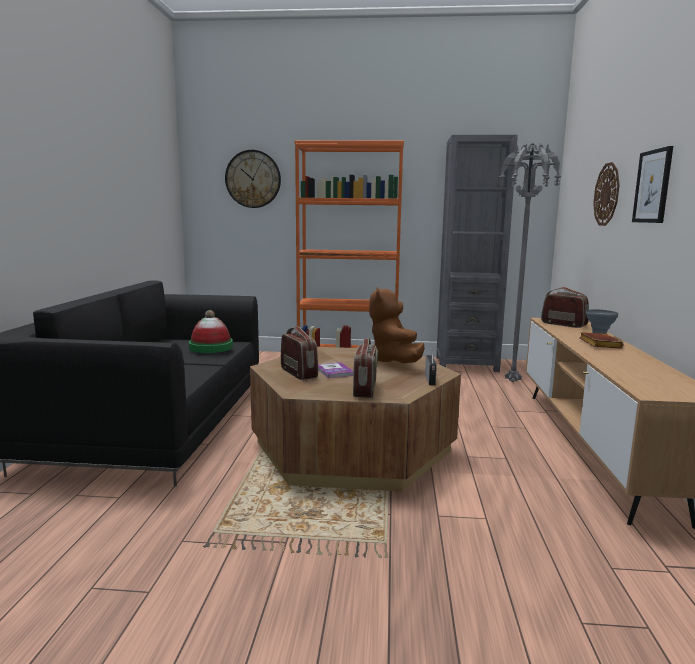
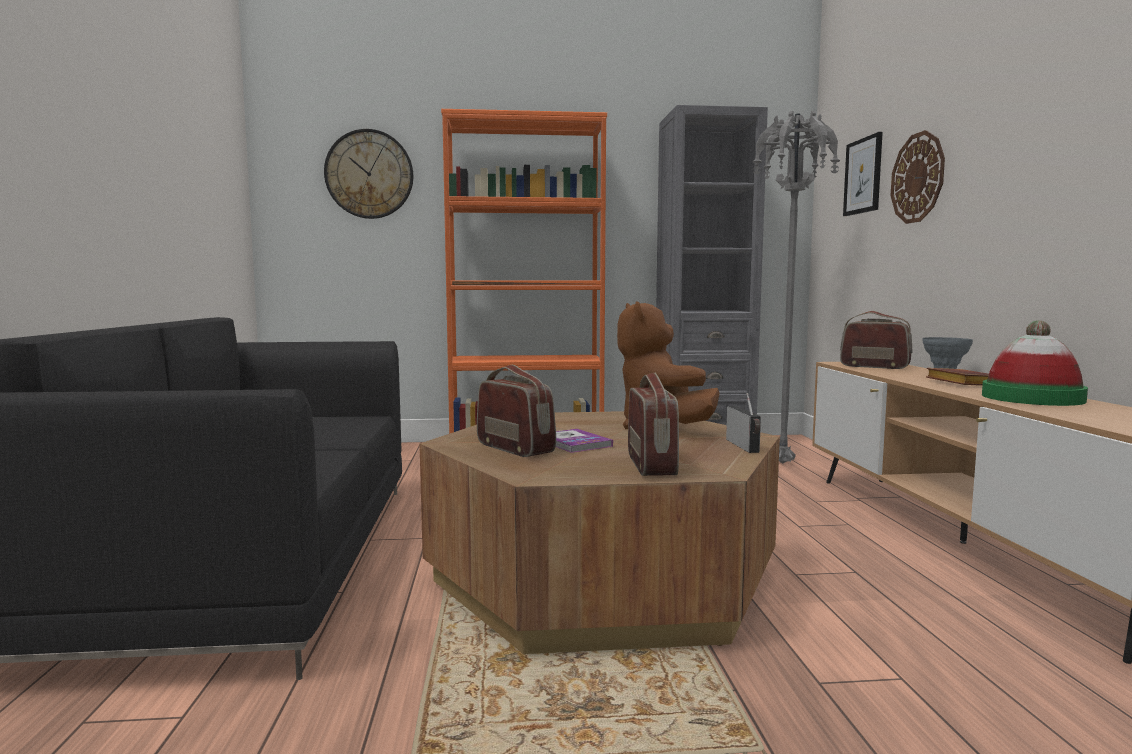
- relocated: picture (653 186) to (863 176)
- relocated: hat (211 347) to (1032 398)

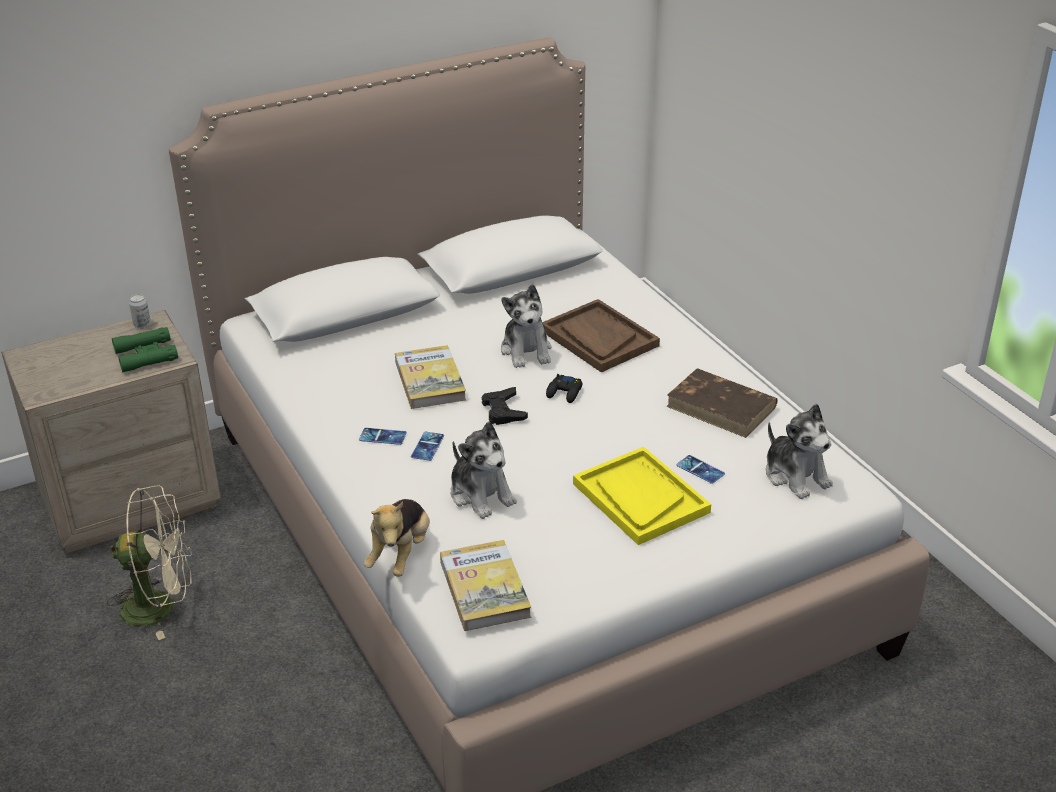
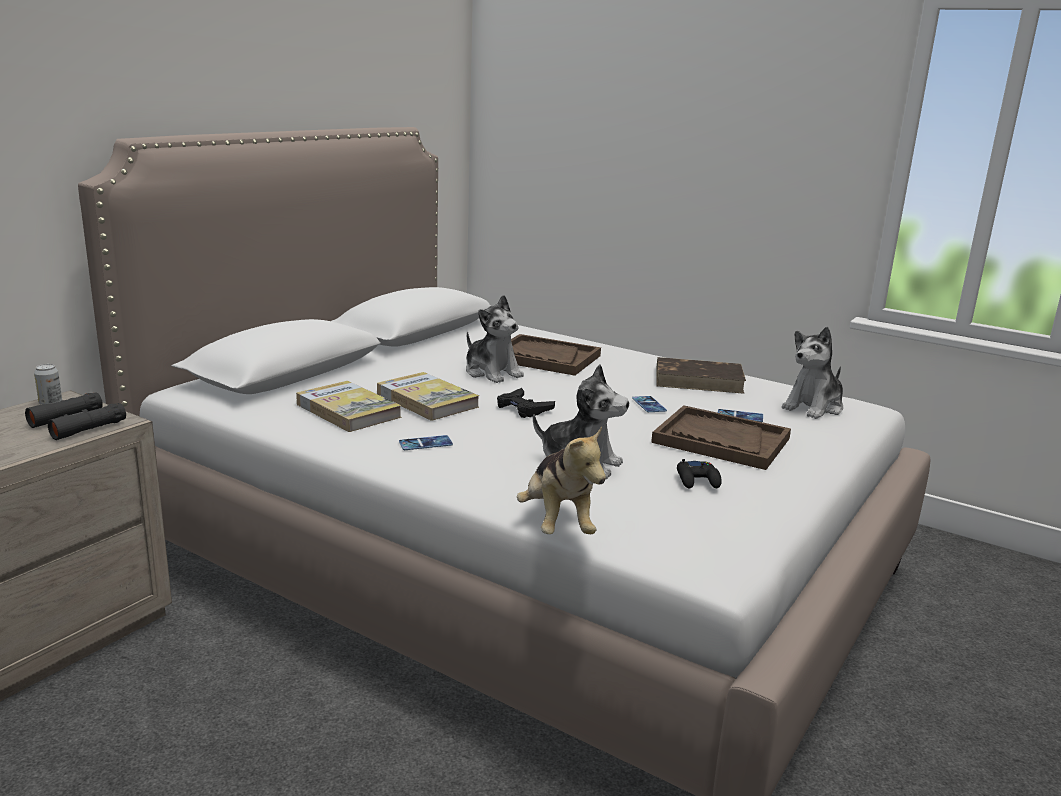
- colour: binoculars (green) (146 355) to binoculars (black) (77 424)
- relocated: book (484 589) to (348 411)
- relocated: phone (427 446) to (649 404)
- colour: tray (yellow) (640 498) to tray (brown) (720 440)
- relocated: game controller (black) (564 392) to (698 480)
- spun: plush toy (796 476) = (814 407) 105 degrees clockwise
- missing: fan (beige) (160 606)

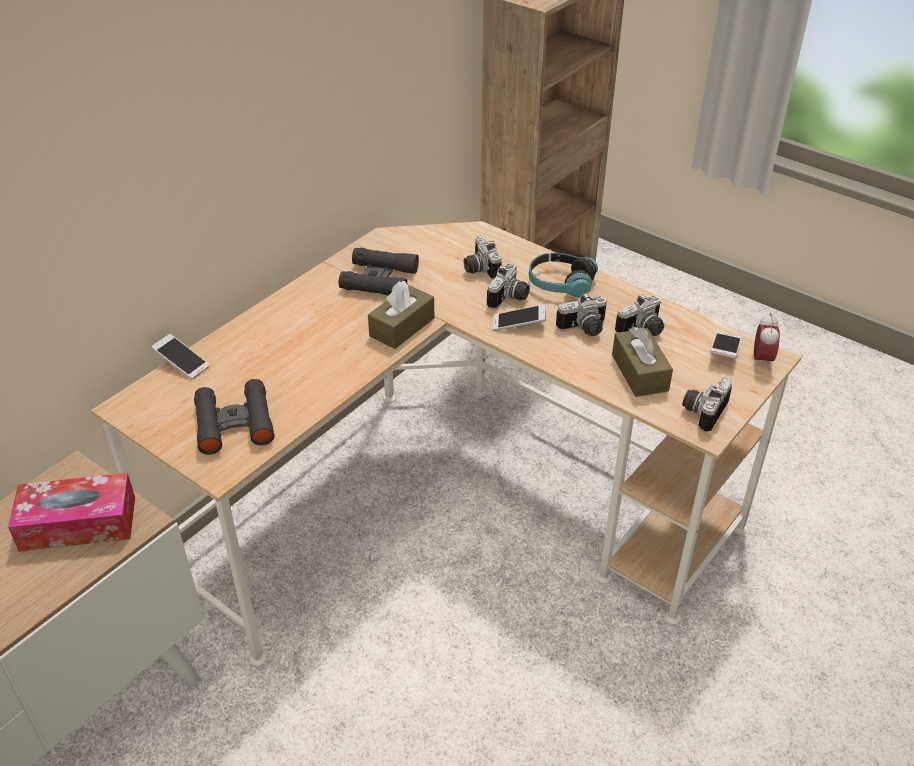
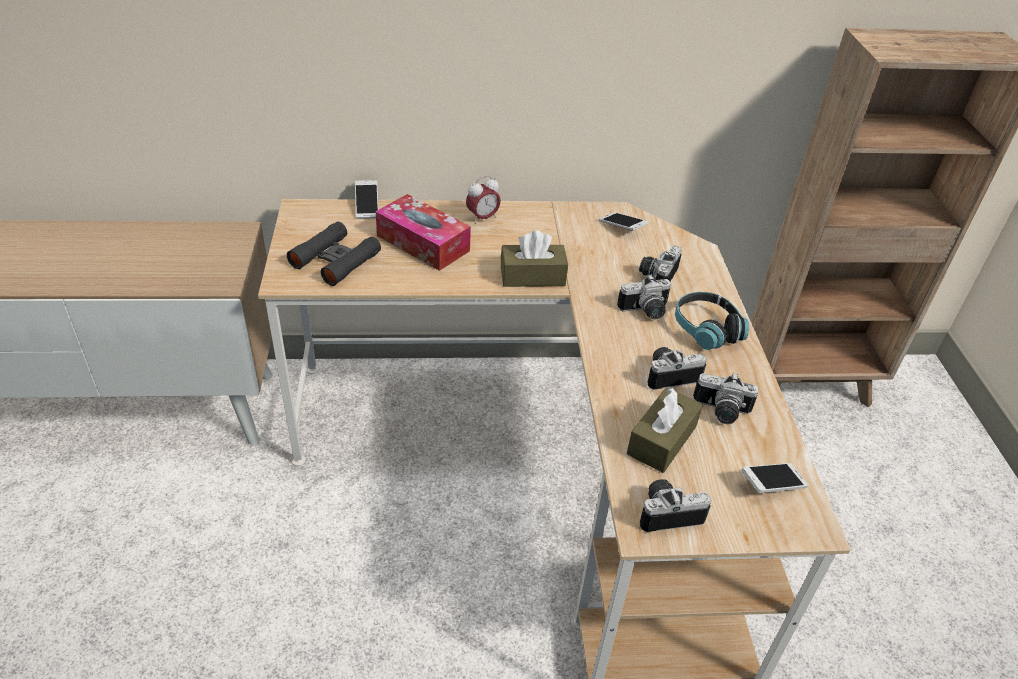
- relocated: tissue box (78 523) to (423 243)
- relocated: alarm clock (761 360) to (482 218)
- relocated: phone (519 324) to (622 227)
- spun: photo camera (584 329) = (669 374) 135 degrees clockwise
- missing: binoculars (black) (379 279)

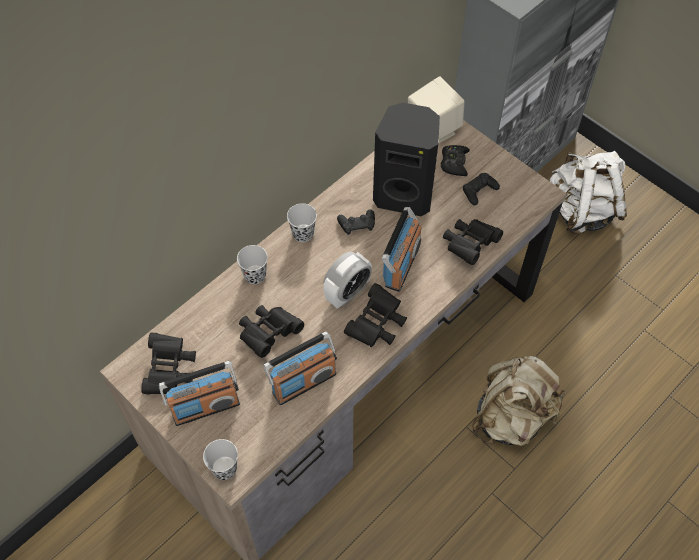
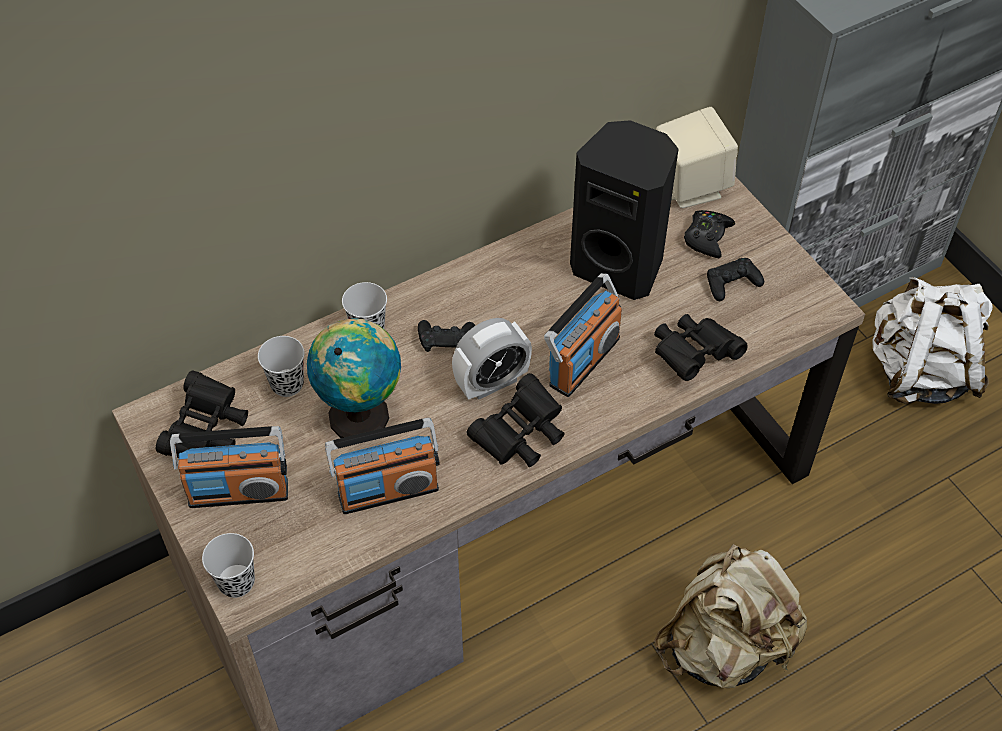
- relocated: cup (black) (303 234) to (287 384)
- exchanged: binoculars (black) (269 333) to globe (361 413)
- relocated: game controller (black) (357 224) to (446 340)

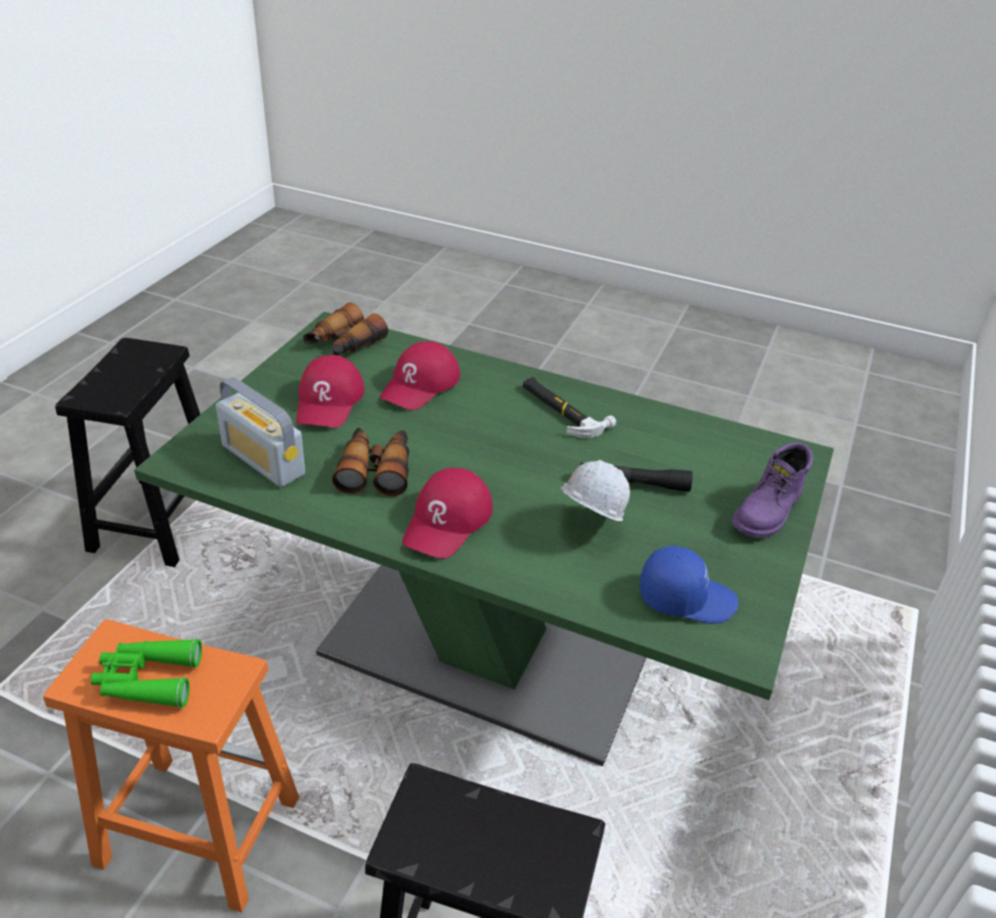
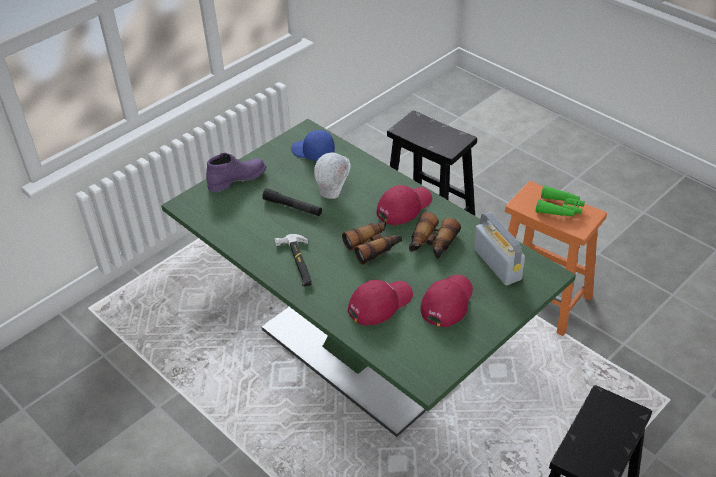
- relocated: binoculars (343 344) to (373 246)

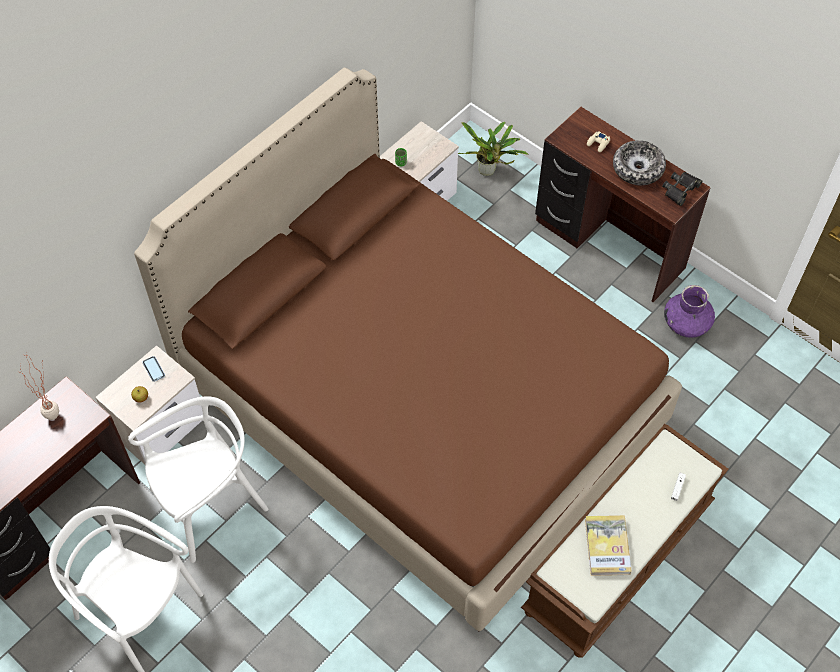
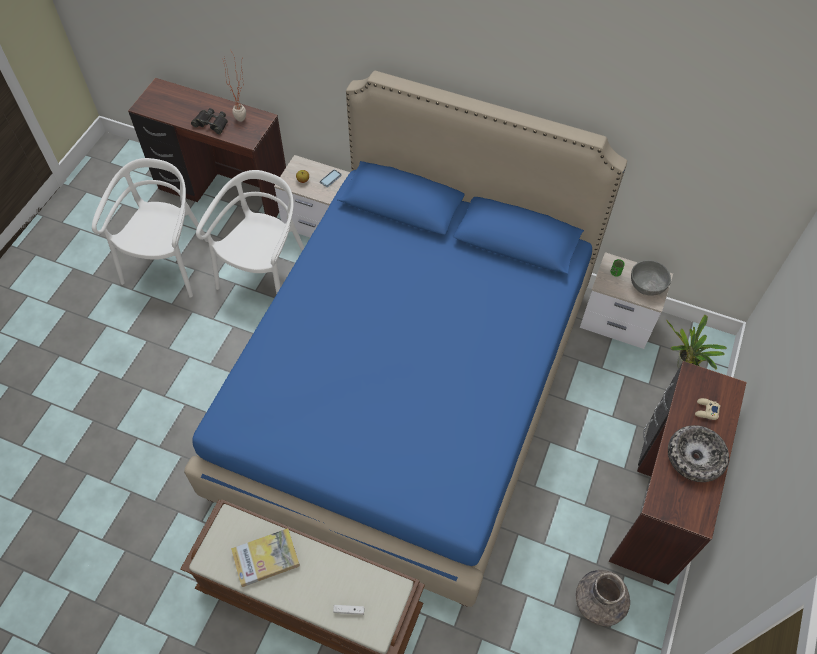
- colour: bed (brown) (419 404) to bed (blue) (407 388)
- relocated: binoculars (black) (680 190) to (211 124)
- spun: chair (white) (209 504) = (265 275) 105 degrees counterclockwise
- colour: vase (purple) (686 323) to vase (grey) (599 602)
- appeared: bowl (grey) (647 284)

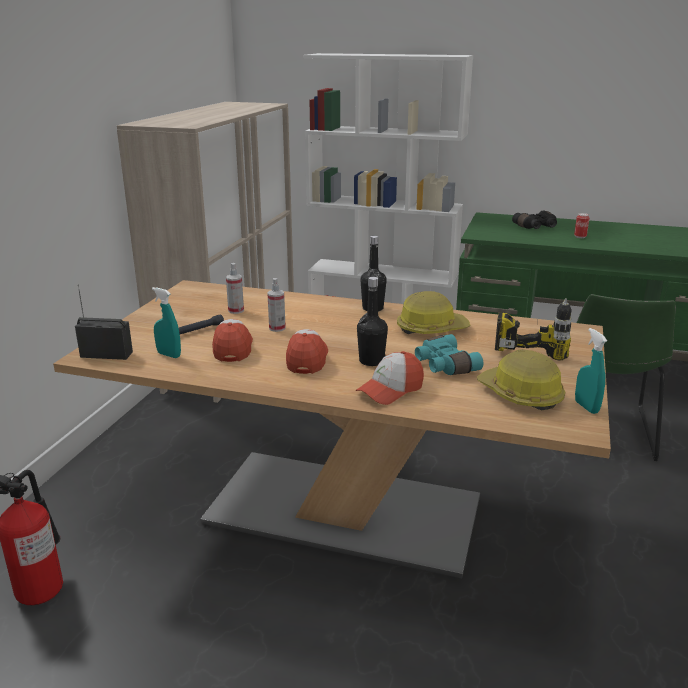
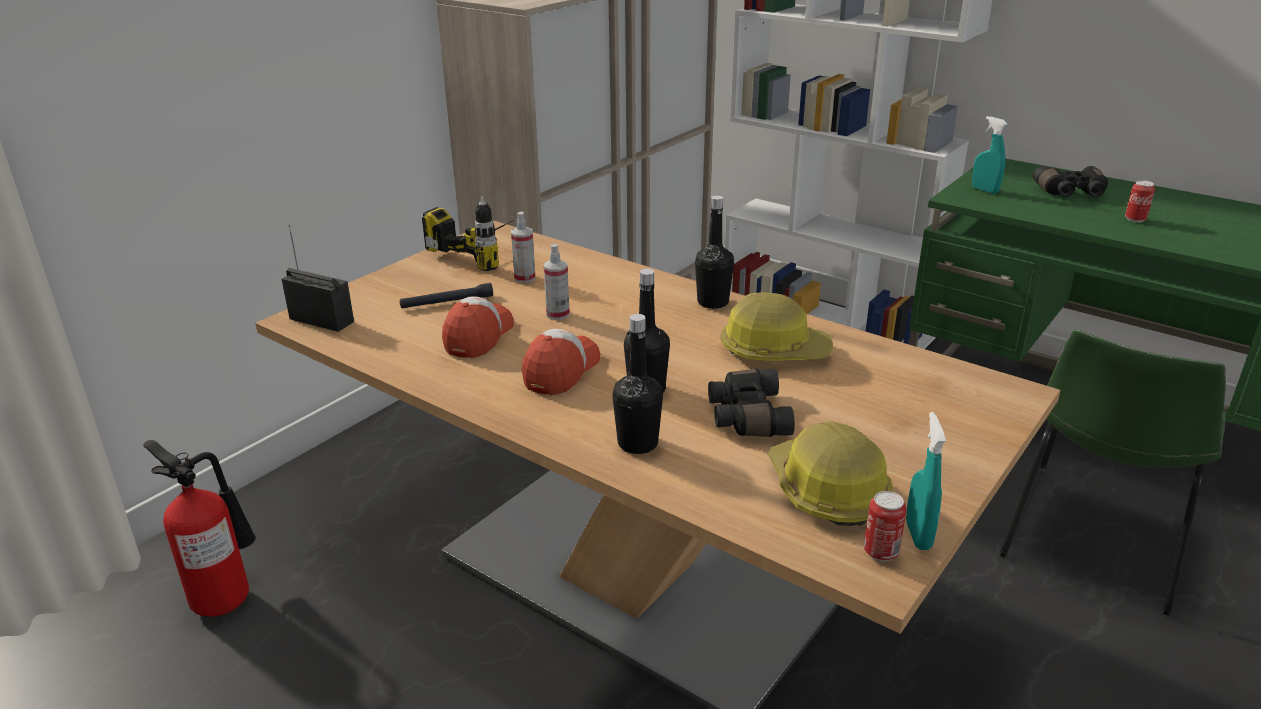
- relocated: power drill (531 345) to (484 252)
- exchanged: cap (390 390) to bottle (black) (637 443)
- colour: binoculars (turquoise) (444 365) to binoculars (black) (746 417)
- appeared: can (880 552)
- relocated: spray bottle (turquoise) (169 355) to (984 190)

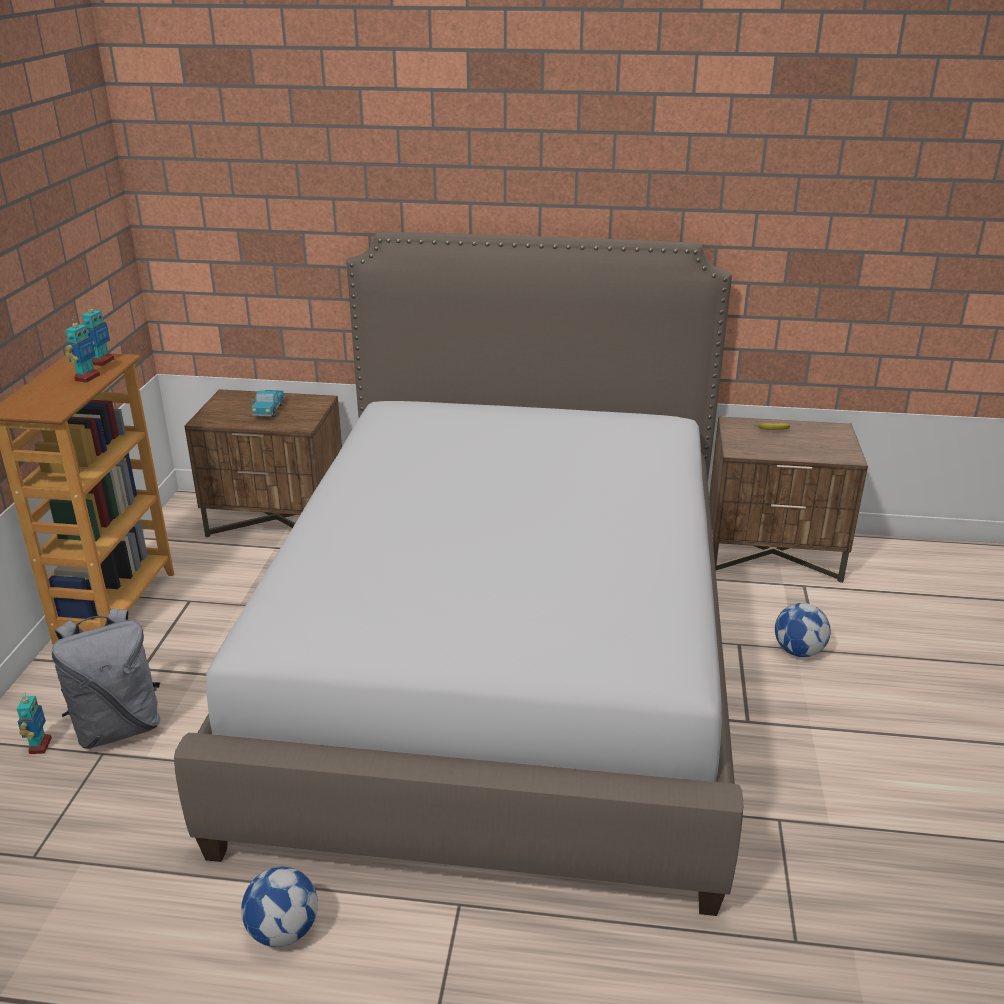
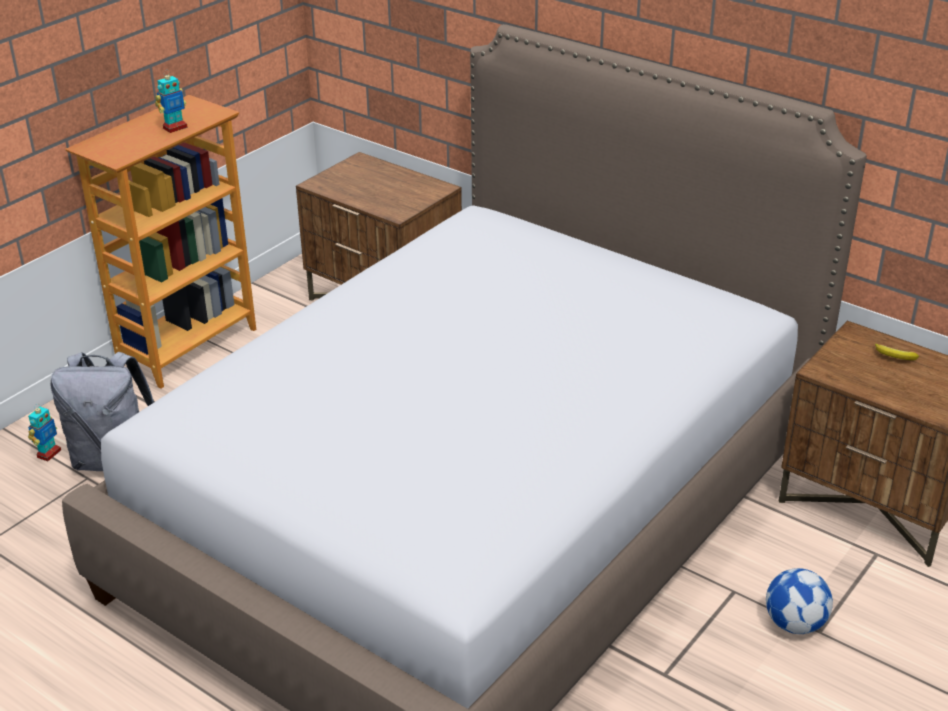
- missing: toy robot (102 362)
- missing: football (283 930)
- missing: toy truck (269 411)

